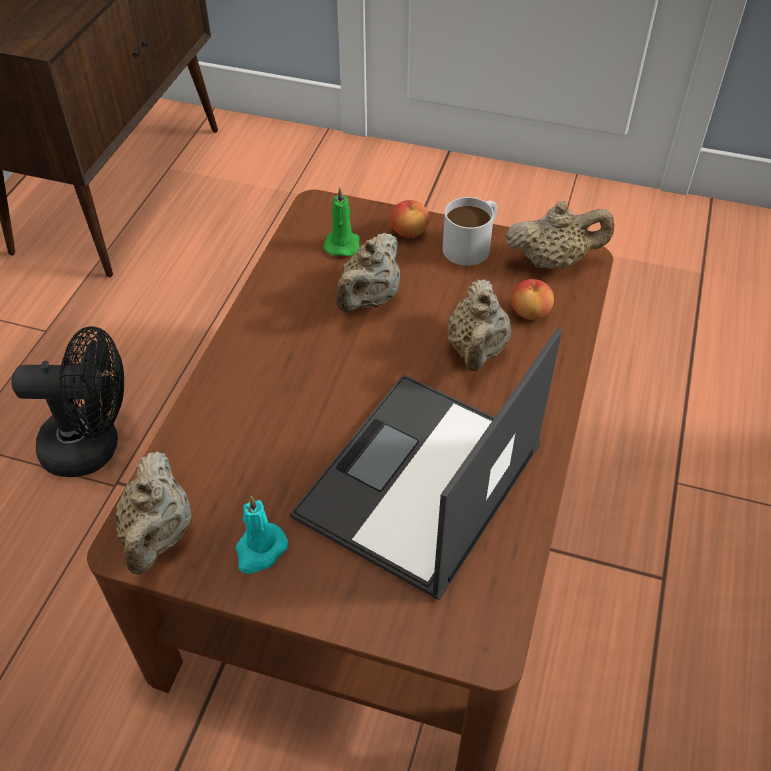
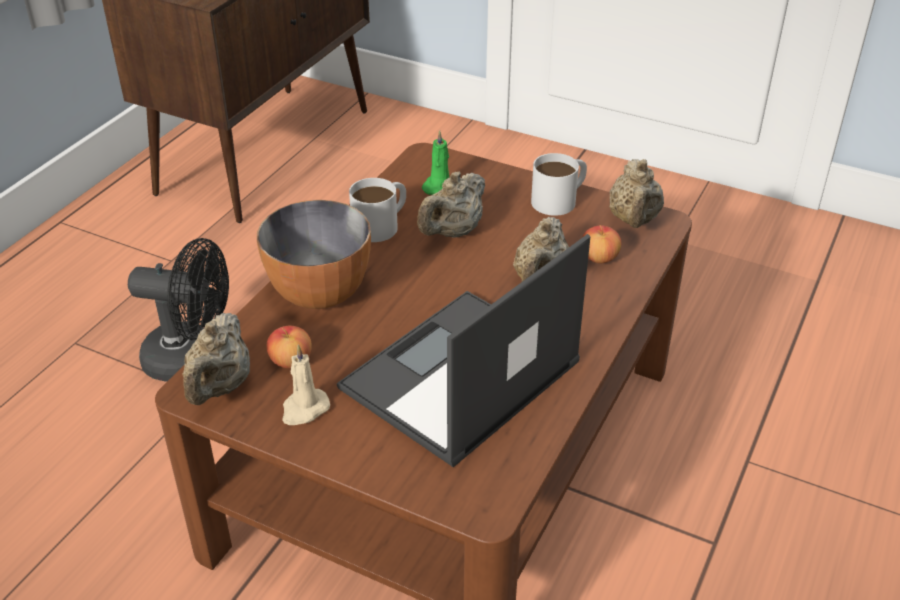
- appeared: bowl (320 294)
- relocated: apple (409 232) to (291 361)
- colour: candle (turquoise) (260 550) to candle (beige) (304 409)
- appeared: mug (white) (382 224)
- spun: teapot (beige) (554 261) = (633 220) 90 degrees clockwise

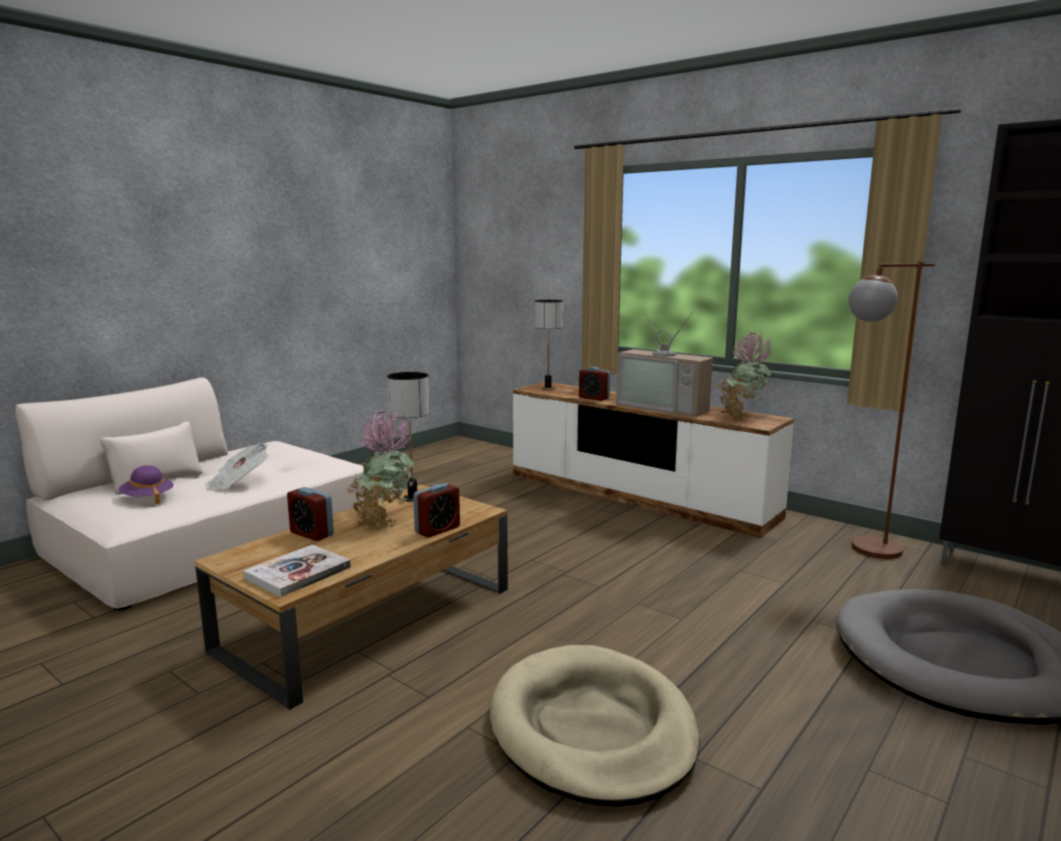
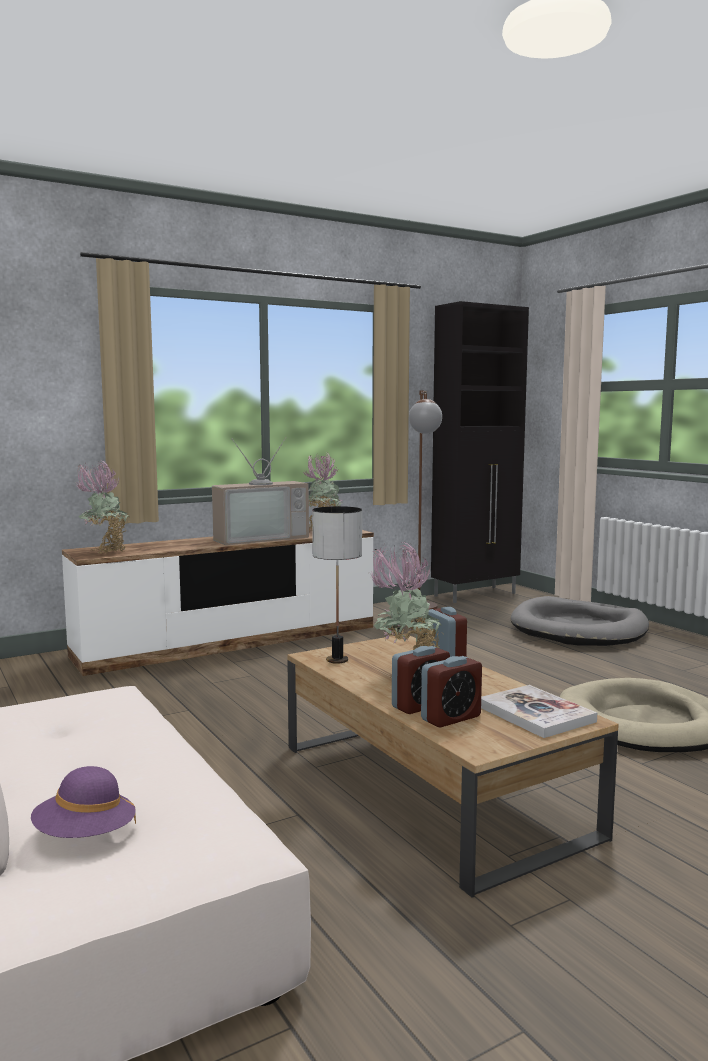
- exchanged: table lamp (548 388) to potted plant (105 552)
- relocated: alarm clock (594 398) to (451 718)
- missing: newspaper (238 482)

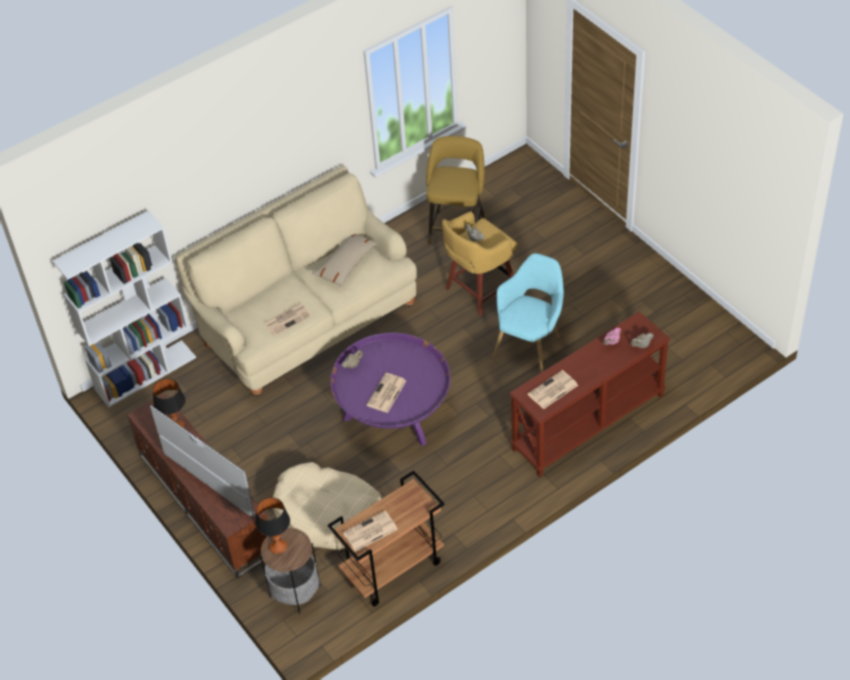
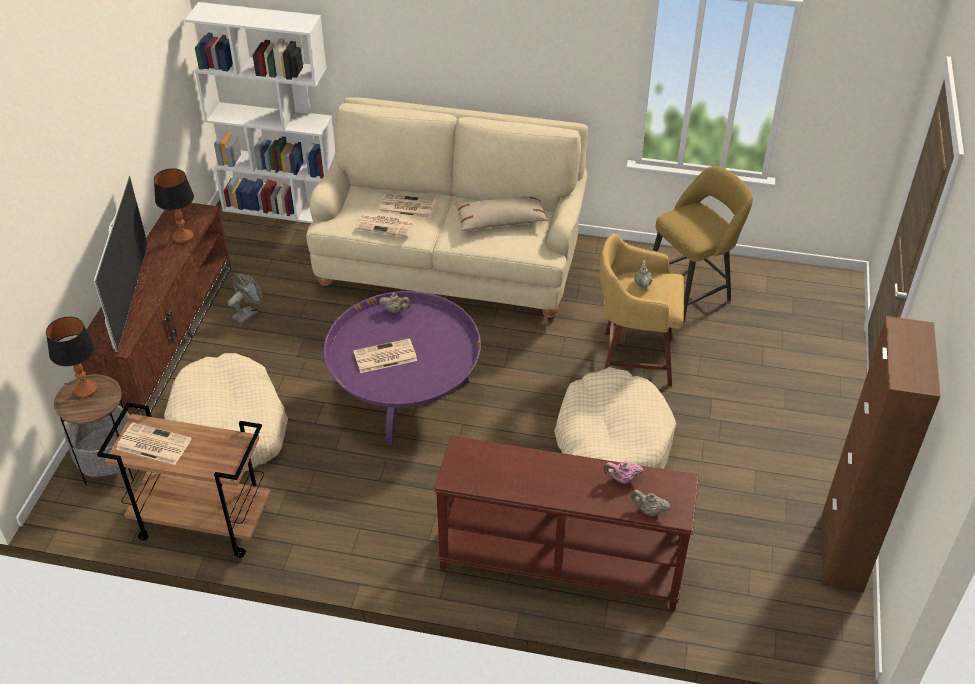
- appeared: fan (grey) (248 313)
- relocated: newspaper (552 390) to (406 206)
- exchanged: armchair (turquoise) (530 344) to dog bed (beige) (612 443)
- appeared: cabinet (brown) (842 551)

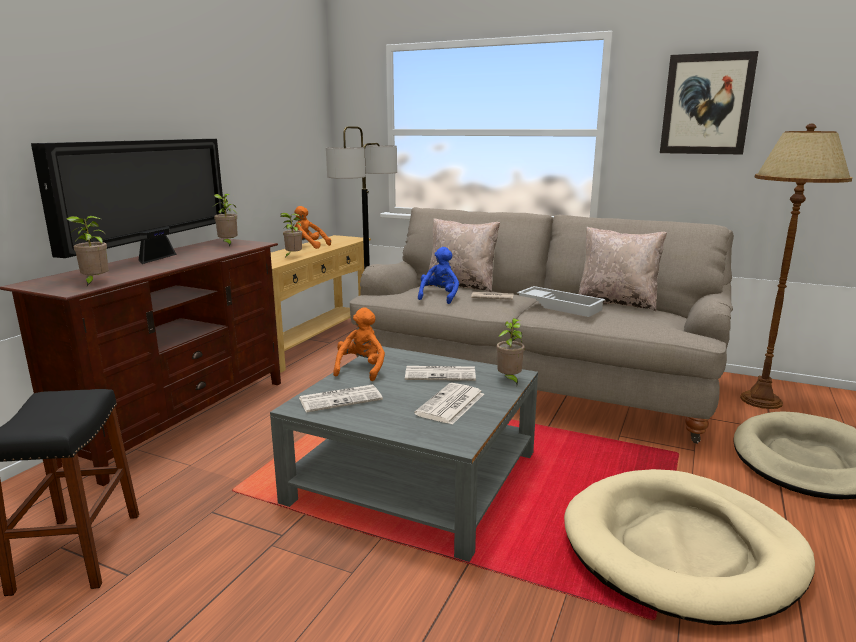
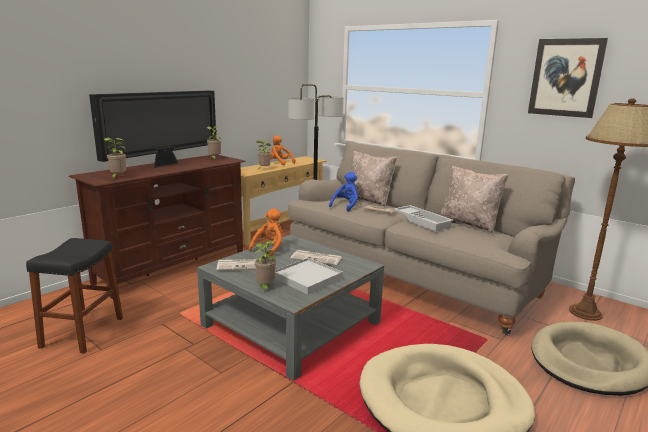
- relocated: potted plant (509 380) to (265 287)
- exchanged: newspaper (450 405) to tray (white) (307 278)

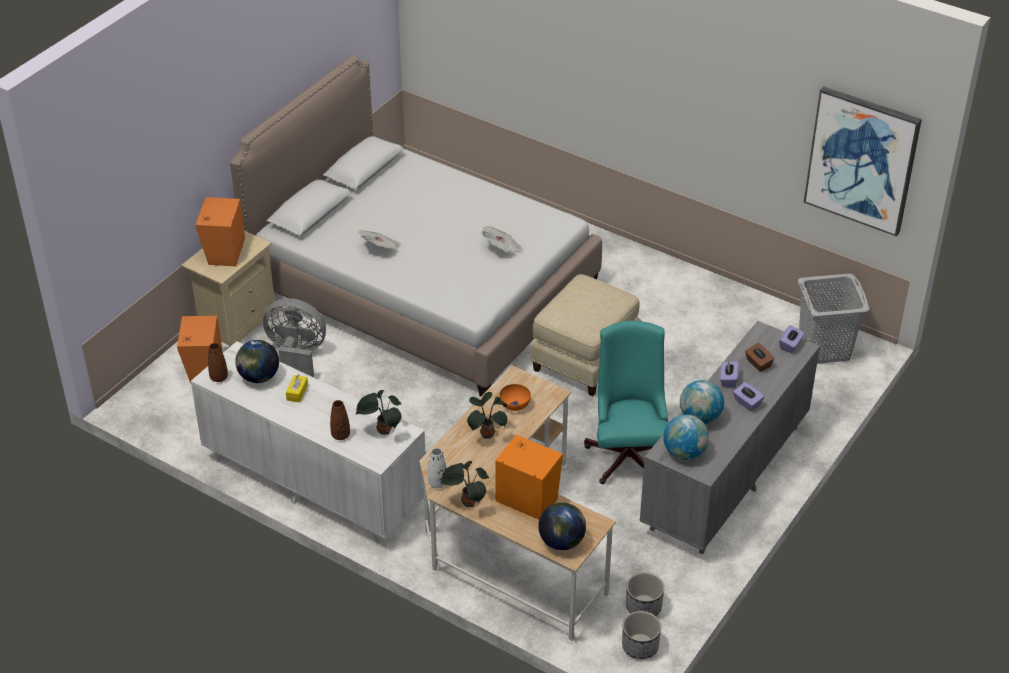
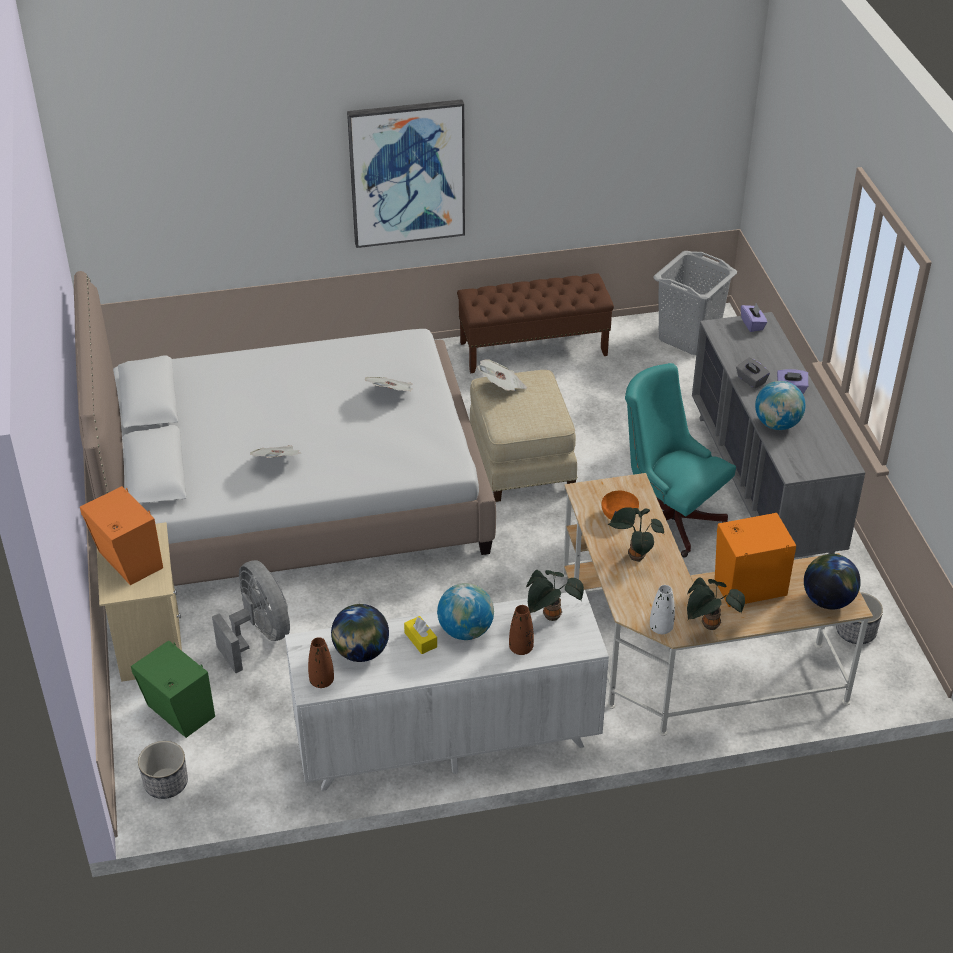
- colour: speaker (orange) (203 368) to speaker (green) (179 714)
- relocated: planter (640 646) to (166 783)
- spun: fan (grey) (296 355) = (259 636) 90 degrees clockwise
- relocated: picture (862 160) to (407 173)
- relocated: globe (684 452) to (465 630)
- appeared: bench (brown) (534 349)
- appeared: newspaper (502 386)
- colour: tissue box (purple) (728 380) to tissue box (grey) (751 380)
- missing: tissue box (brown) (758 363)

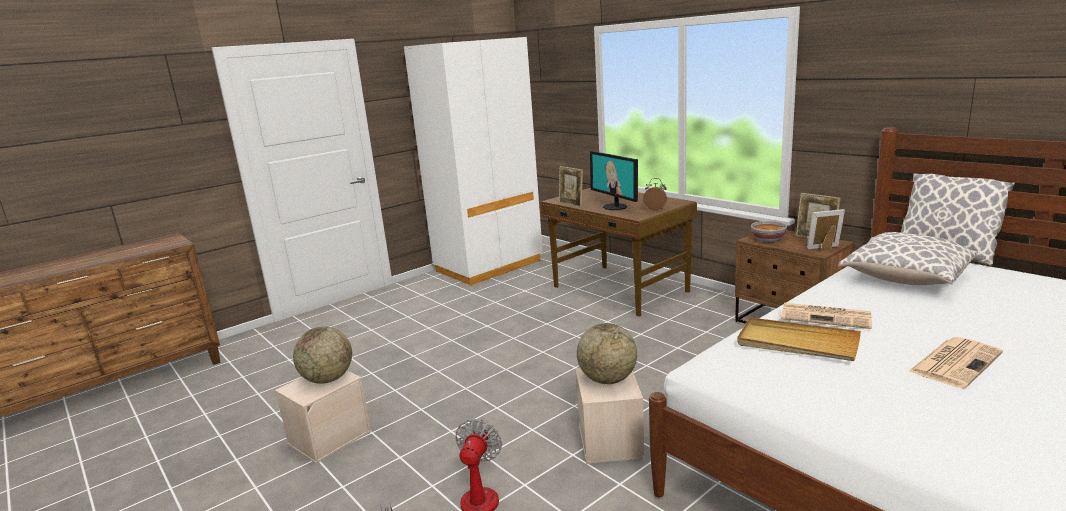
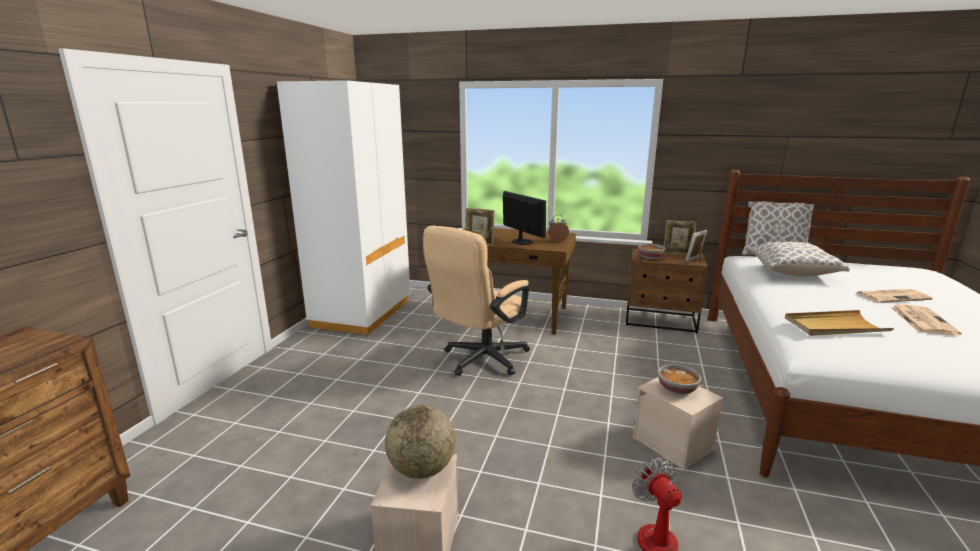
- appeared: office chair (beige) (480 361)
- spun: monitor (615 207) = (521 242) 150 degrees counterclockwise
- exchanged: globe (607 379) to bowl (677 389)
- relocated: newspaper (827 316) to (893 296)

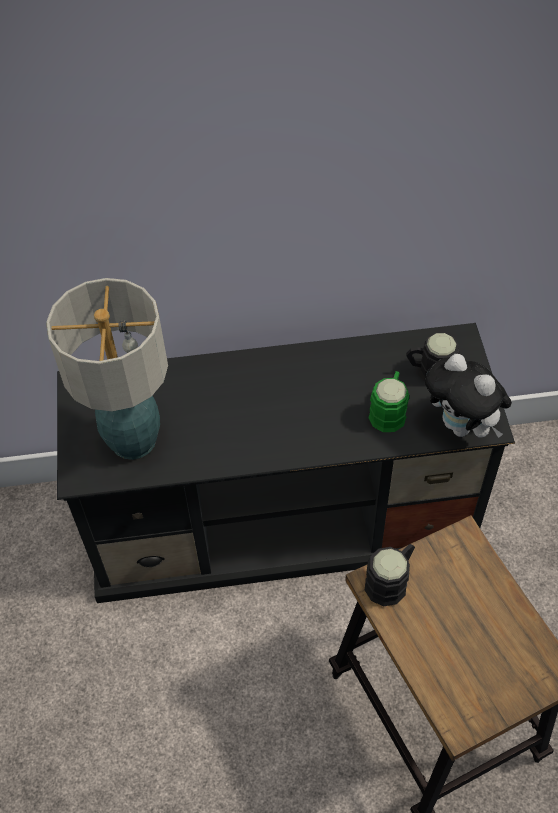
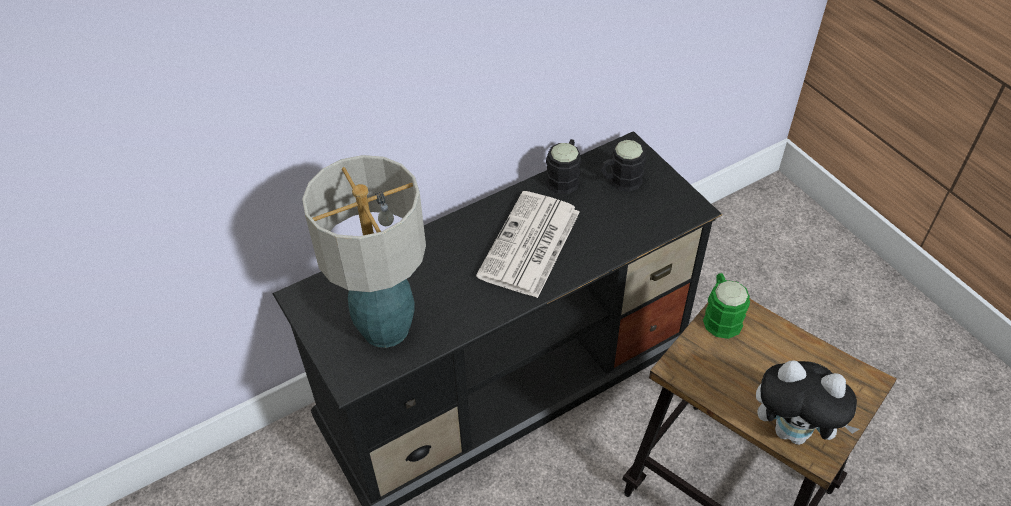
- appeared: newspaper (530 245)
- relocated: mug (black) (391 580) to (564 177)
- relocated: mug (green) (389 411) to (720 316)
- relocated: plush toy (462 426) to (793 431)

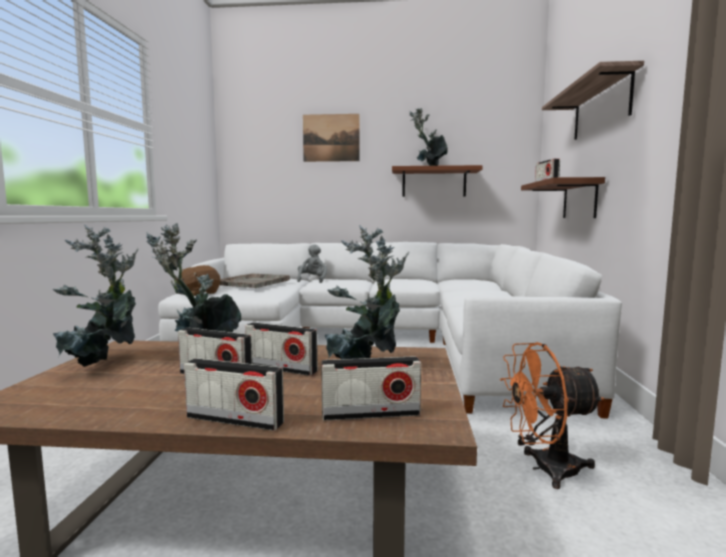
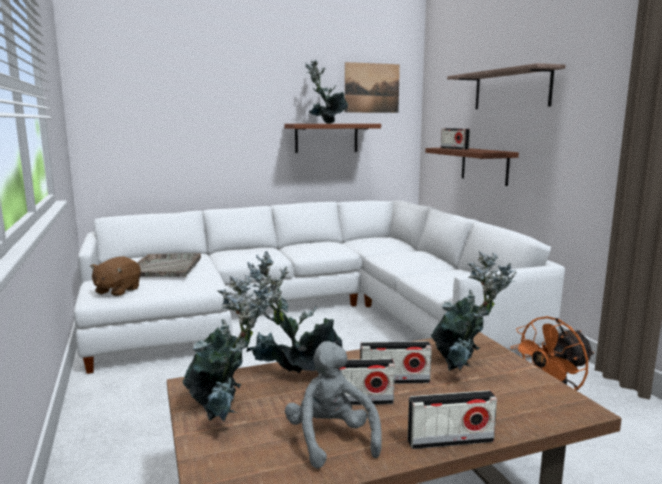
- relocated: plush toy (grey) (312 280) to (331 439)
- relocated: picture (331 138) to (372 88)
- missing: radio (370 414)

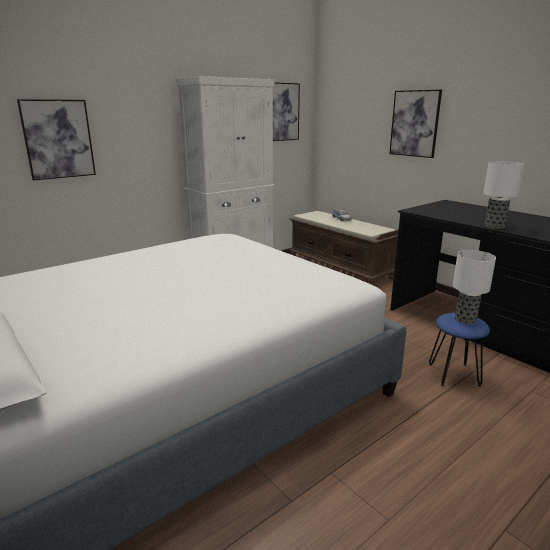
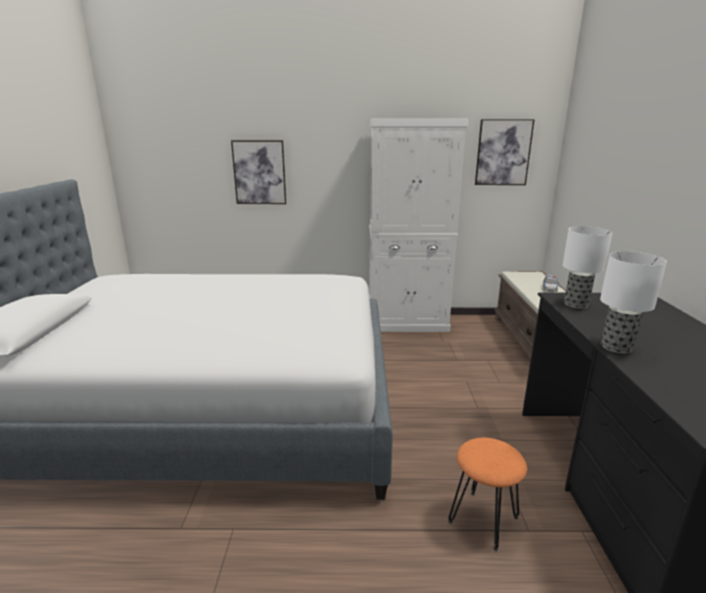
- colour: stool (blue) (453 374) to stool (orange) (482 519)
- relocated: table lamp (464 319) to (575 304)
- missing: picture (414 123)

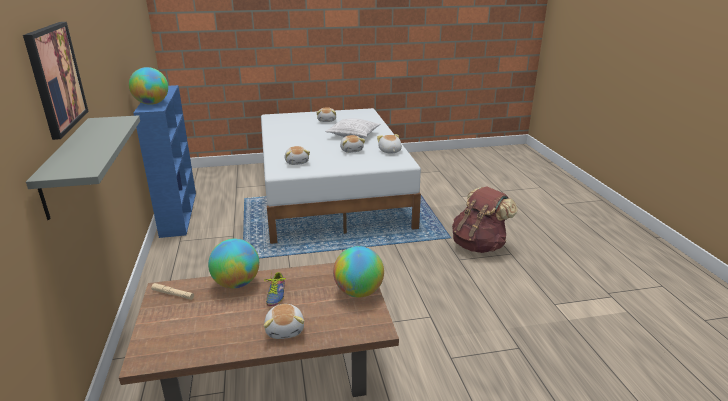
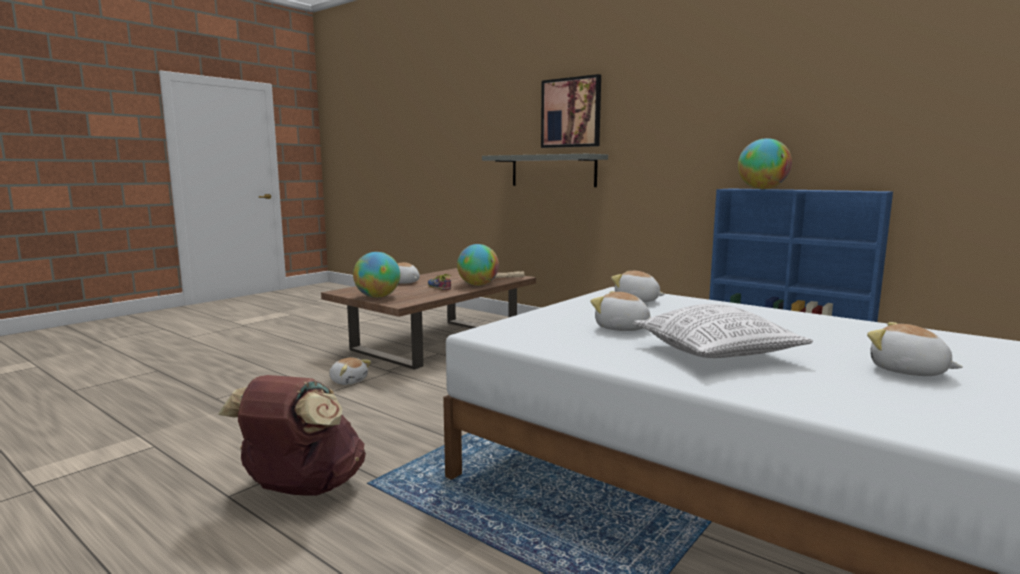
- relocated: plush toy (389 151) to (348 381)

